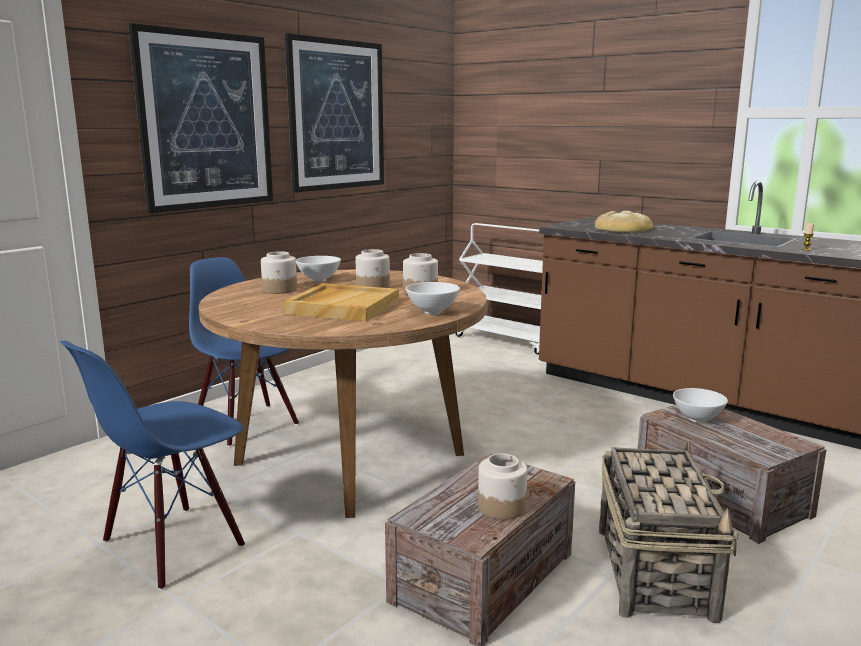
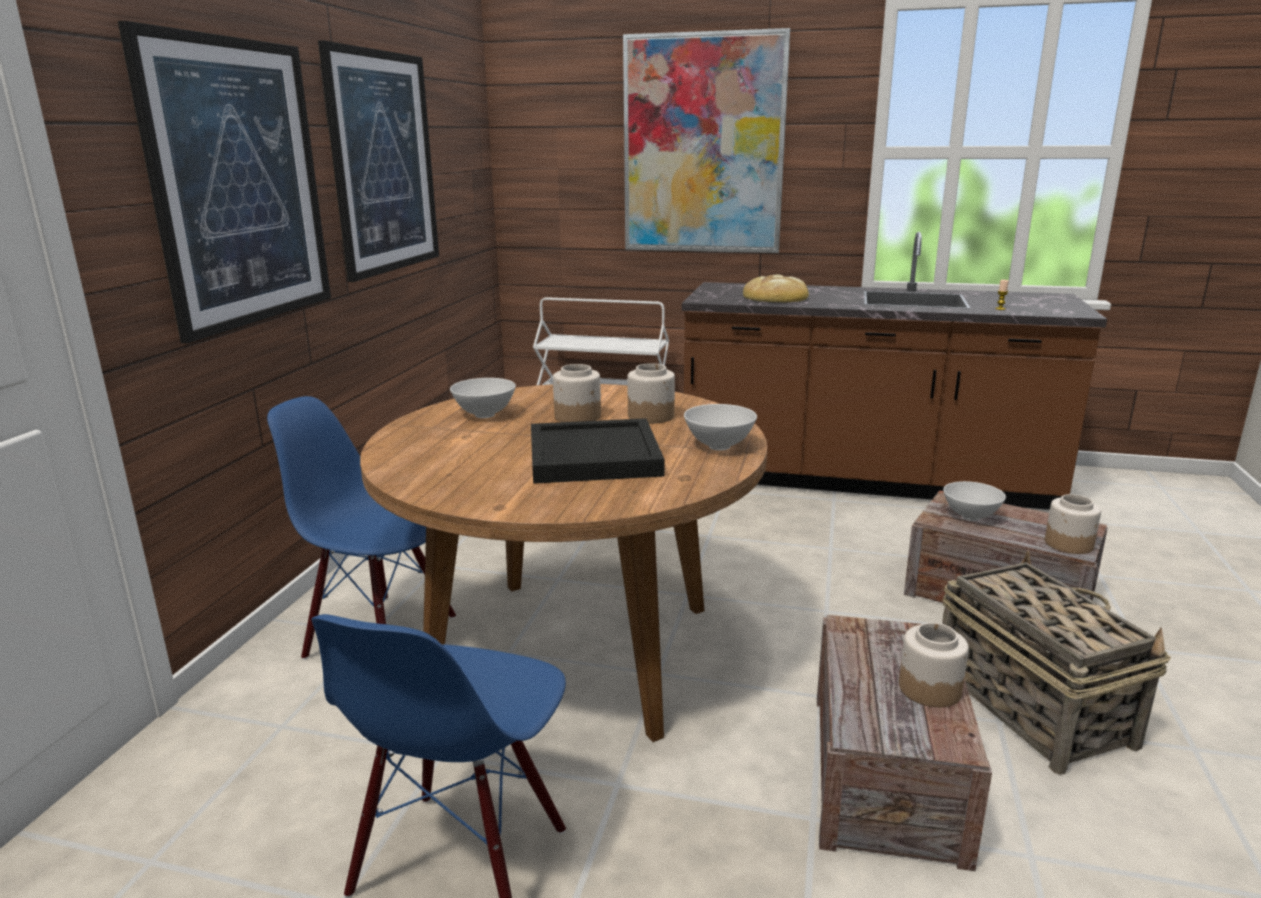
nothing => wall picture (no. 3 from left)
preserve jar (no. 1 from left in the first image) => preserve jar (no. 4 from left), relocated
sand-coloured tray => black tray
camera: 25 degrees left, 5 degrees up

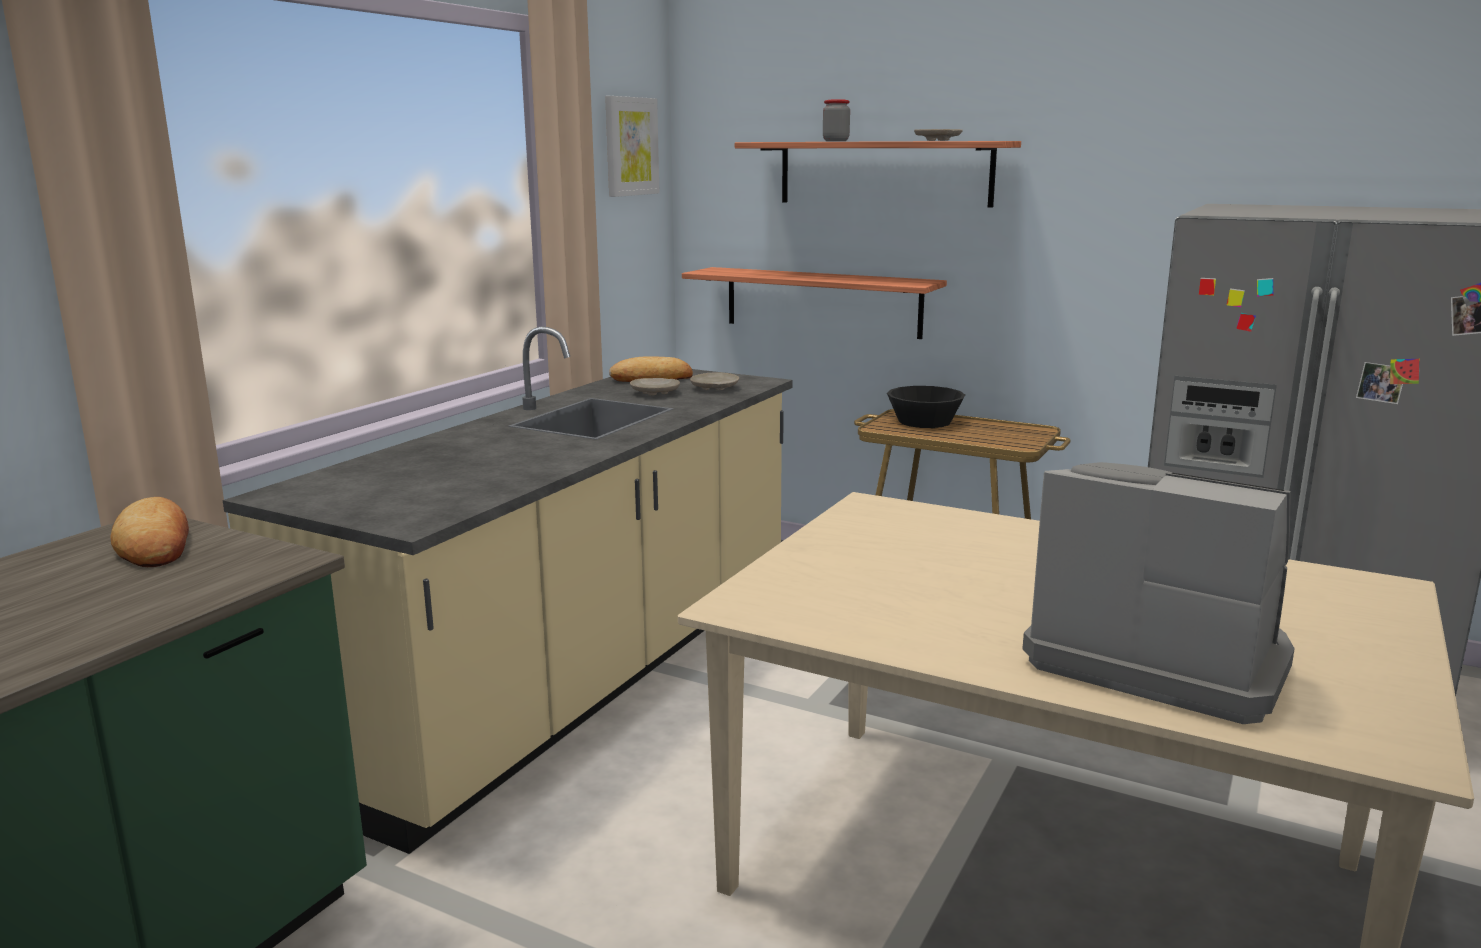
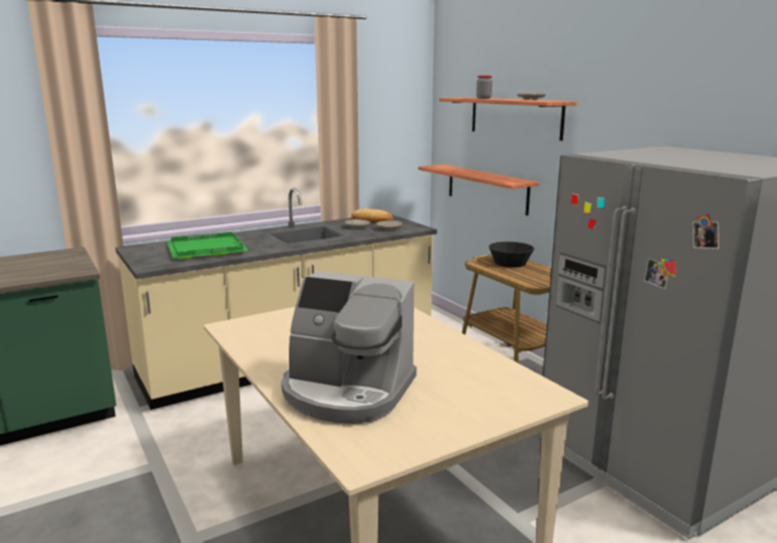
bread (no. 1 from left) => nothing
wall picture => nothing
nothing => greenish tray
coffee machine, 135 degrees clockwise
camera: 30 degrees right, 0 degrees up

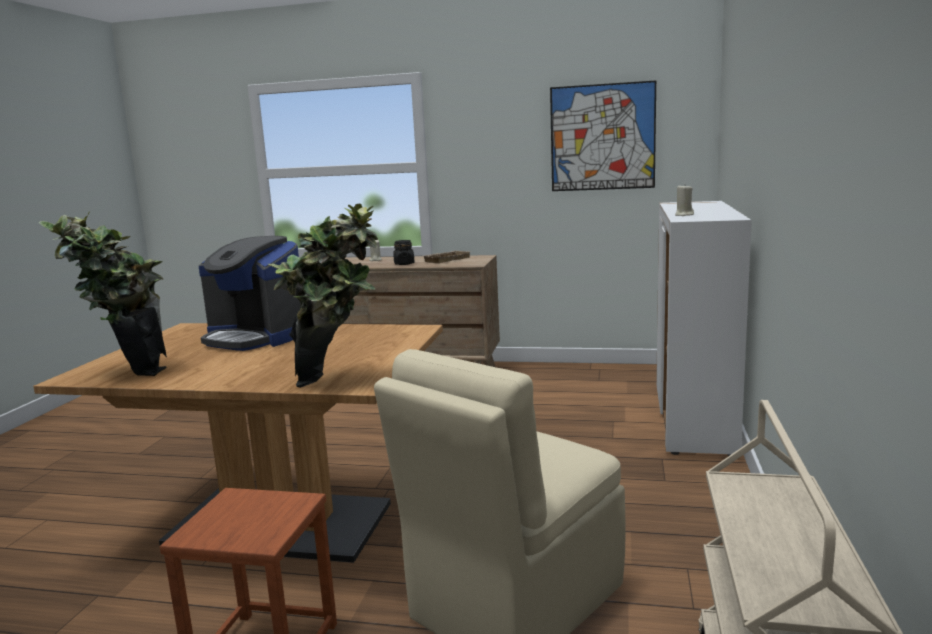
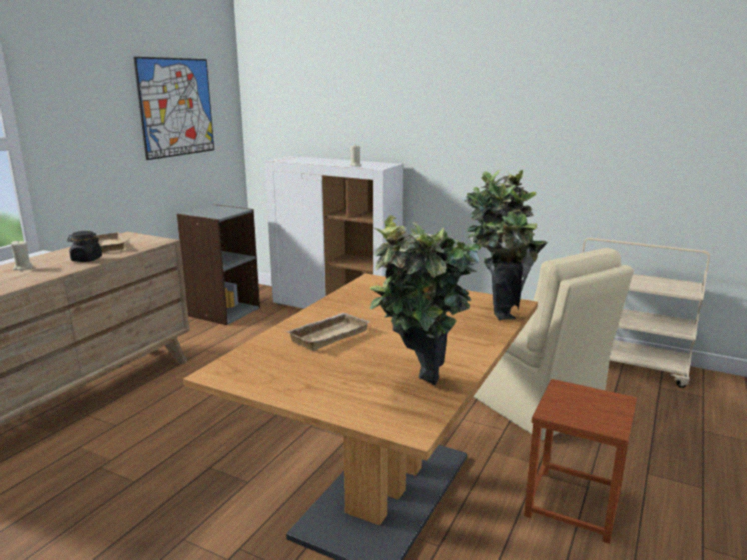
nothing => grey bookcase
coffee machine => sand-coloured tray (no. 2 from left)
camera: 75 degrees left, 5 degrees up

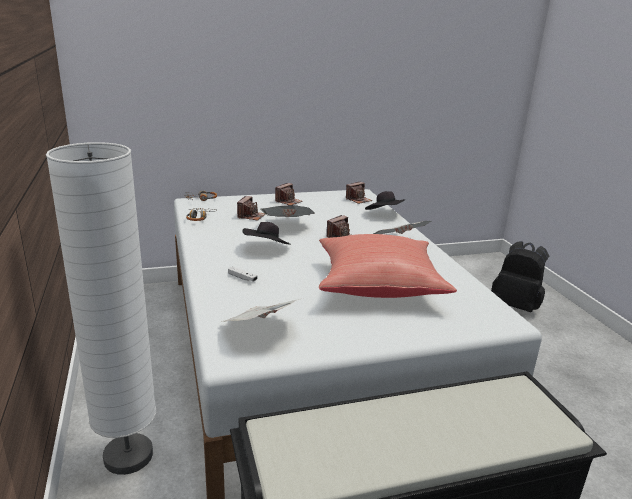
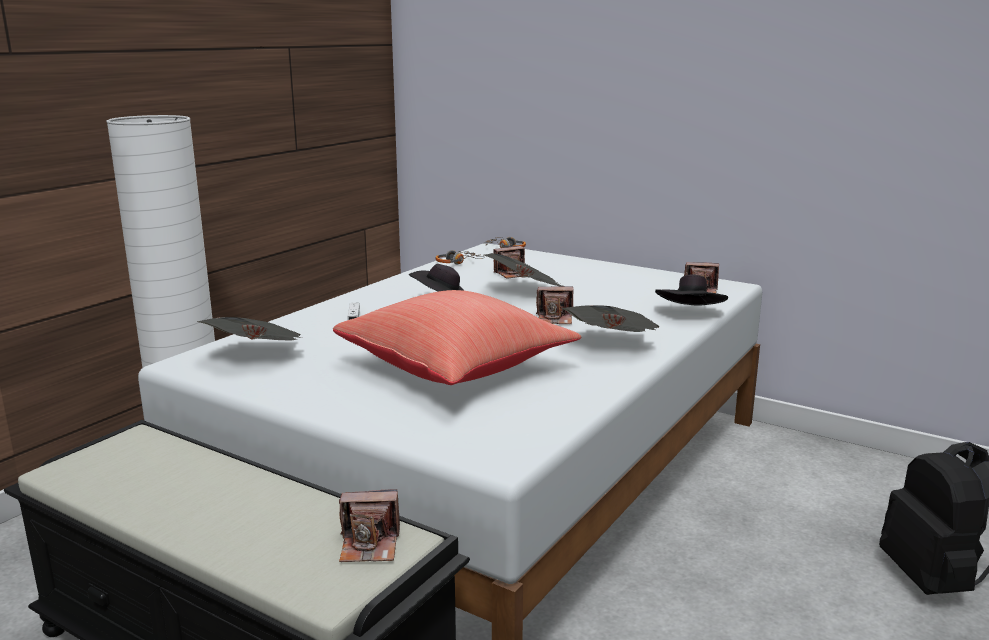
still camera (no. 2 from left in the first image) => still camera (no. 1 from left), relocated
camera: 50 degrees right, 5 degrees down

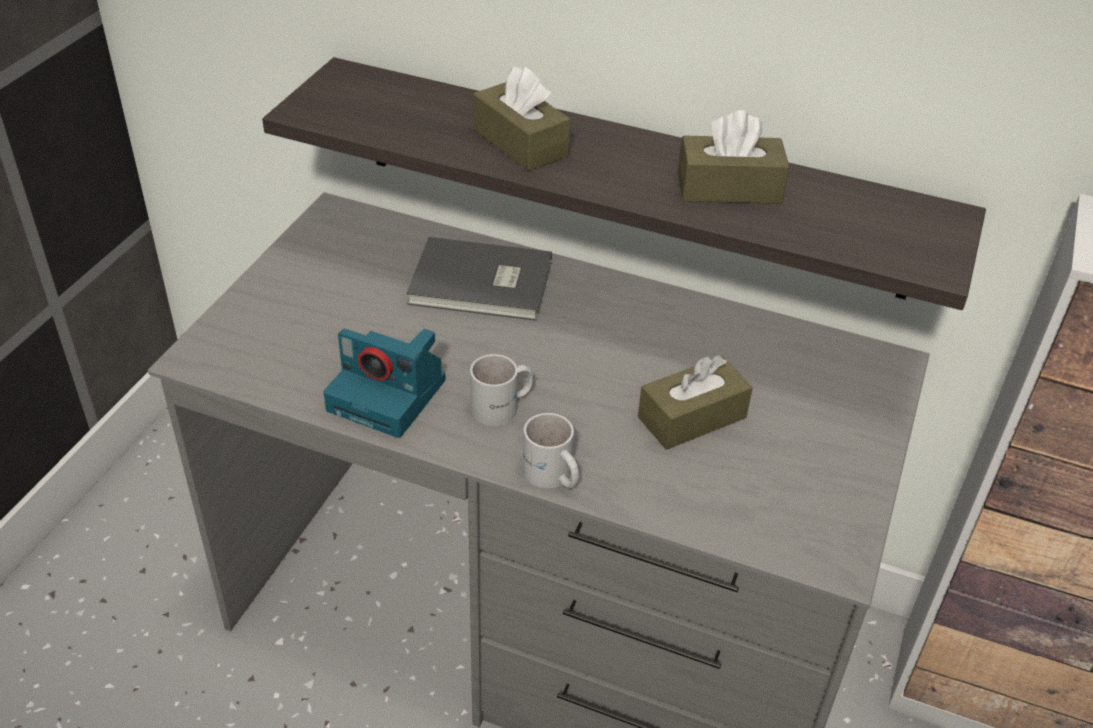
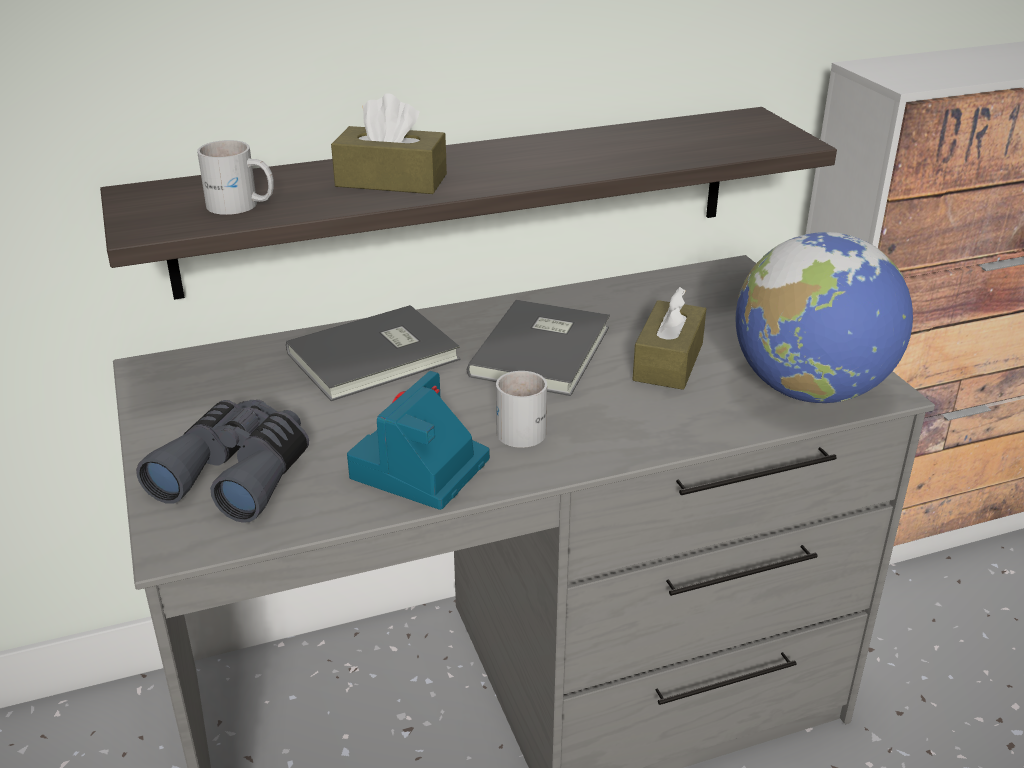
brown tissue box (no. 3 from left) => nothing
nothing => grey field glasses
nothing => grey volume (no. 2 from left)
nothing => world globe
whitish mug (no. 2 from left in the first image) => whitish mug (no. 1 from left), relocated
still camera, 135 degrees clockwise
camera: 40 degrees left, 10 degrees down

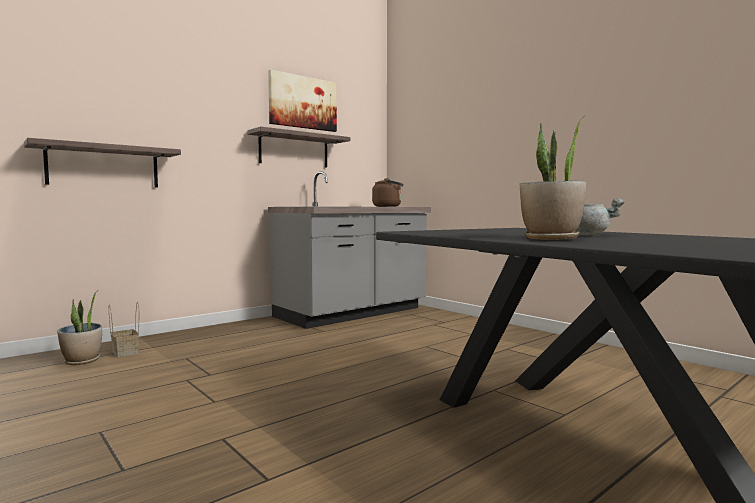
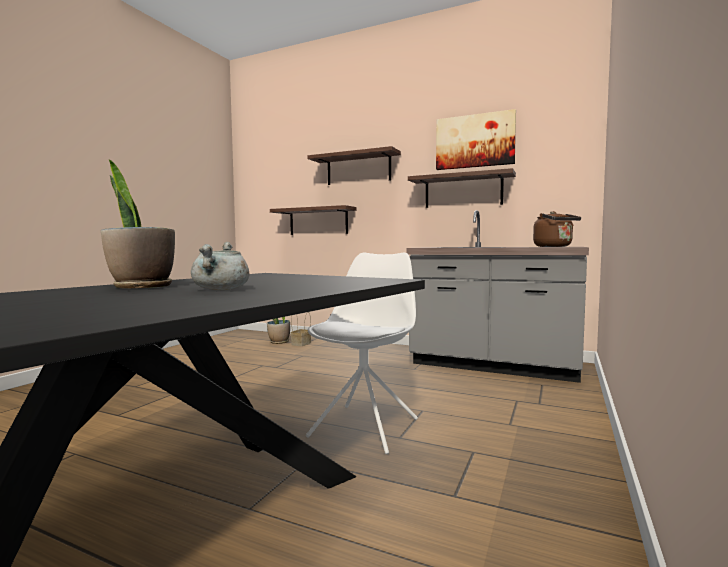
nothing => whitish plain chair
nothing => shelf (no. 2 from left)
camera: 65 degrees right, 0 degrees up

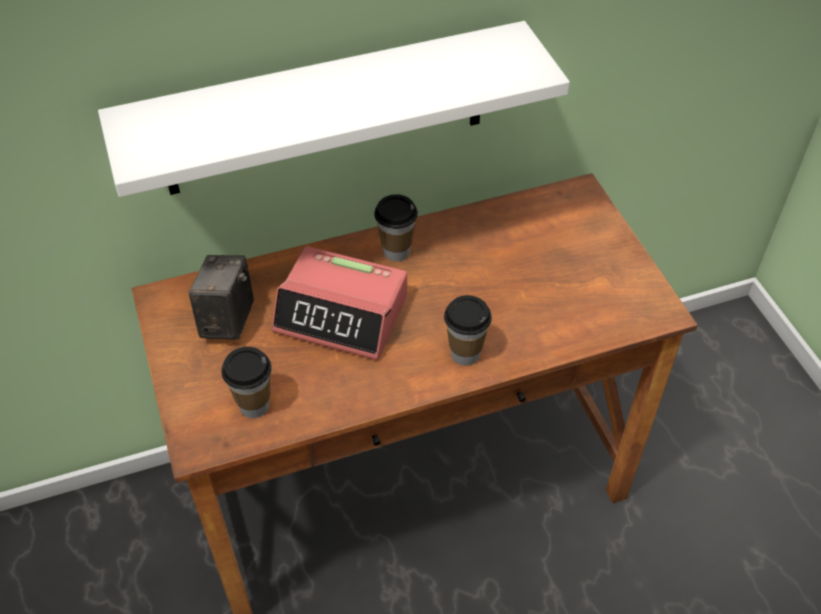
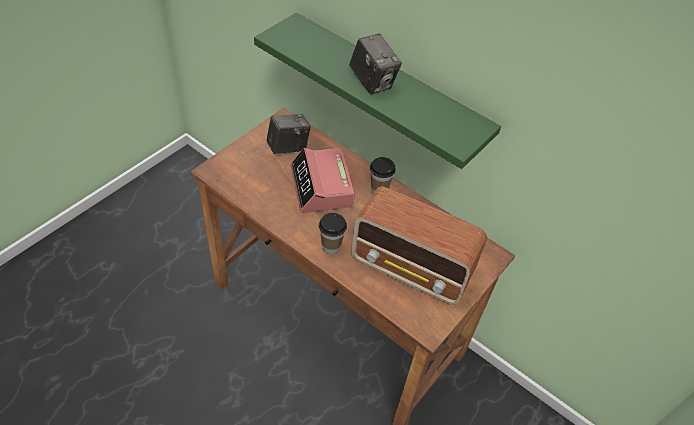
drinking cup (no. 1 from left) => nothing
nothing => still camera (no. 2 from left)
nothing => radio
whitish shelf => greenish shelf
camera: 55 degrees right, 0 degrees up

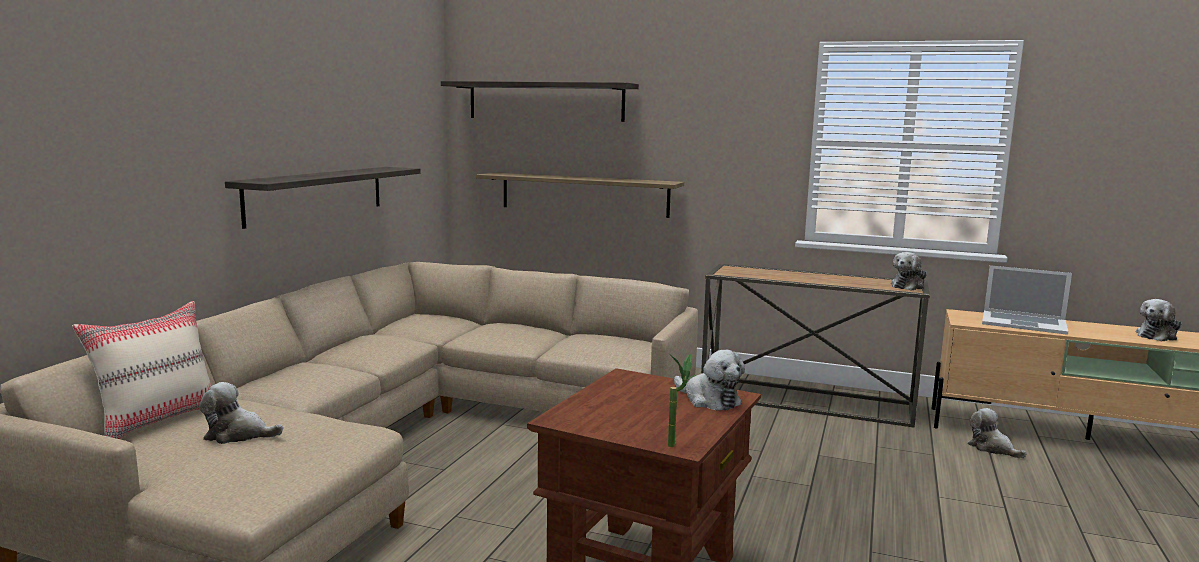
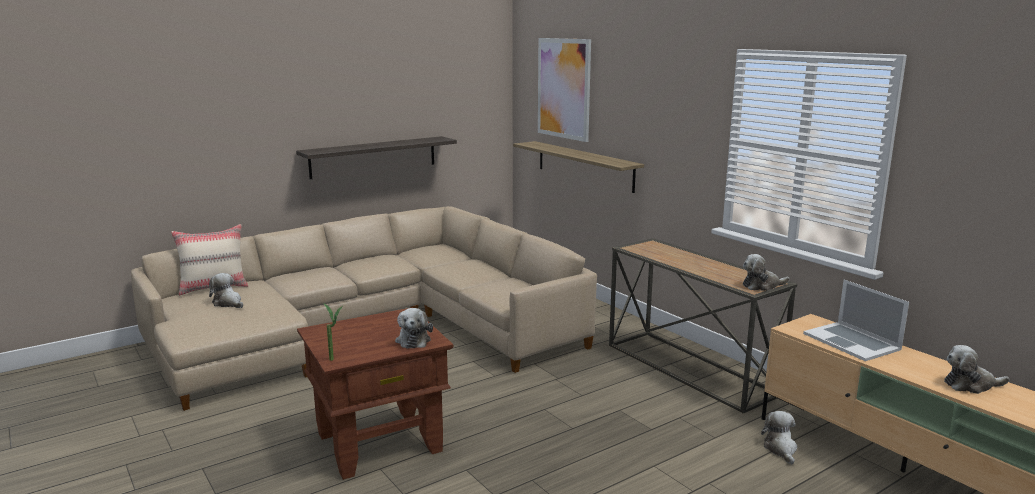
shelf (no. 2 from left) => wall picture
camera: 35 degrees right, 5 degrees up

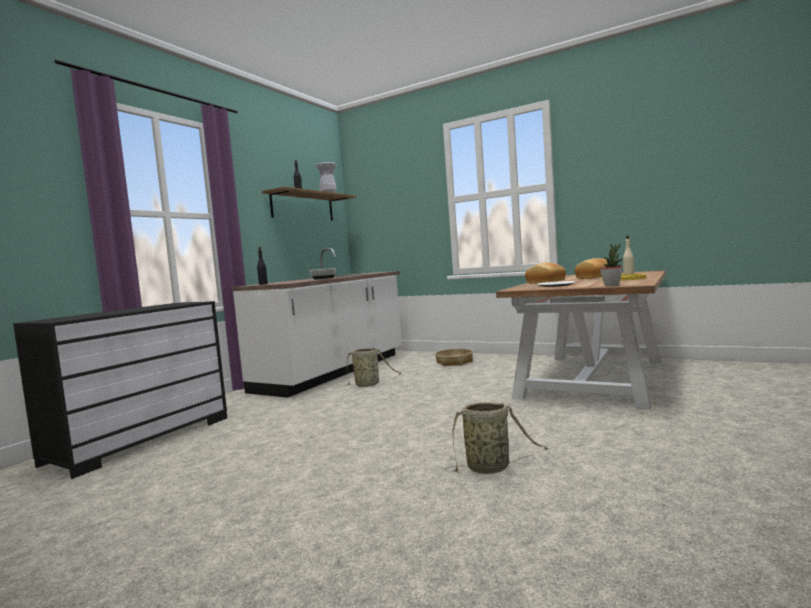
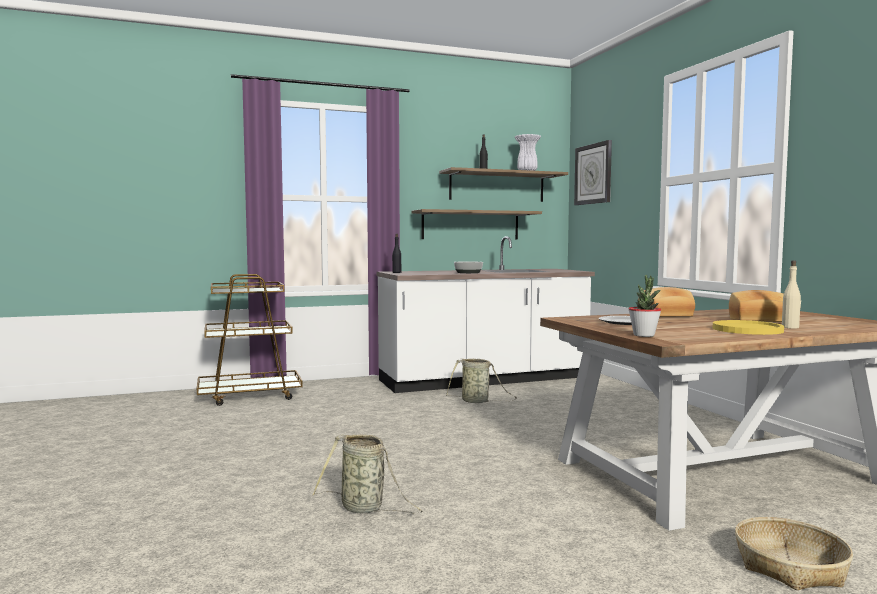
nothing => shelf (no. 1 from left)
nothing => wall clock
household basket (no. 2 from left in the first image) => household basket (no. 3 from left), relocated
black dresser => brown cart
camera: 40 degrees right, 0 degrees up

